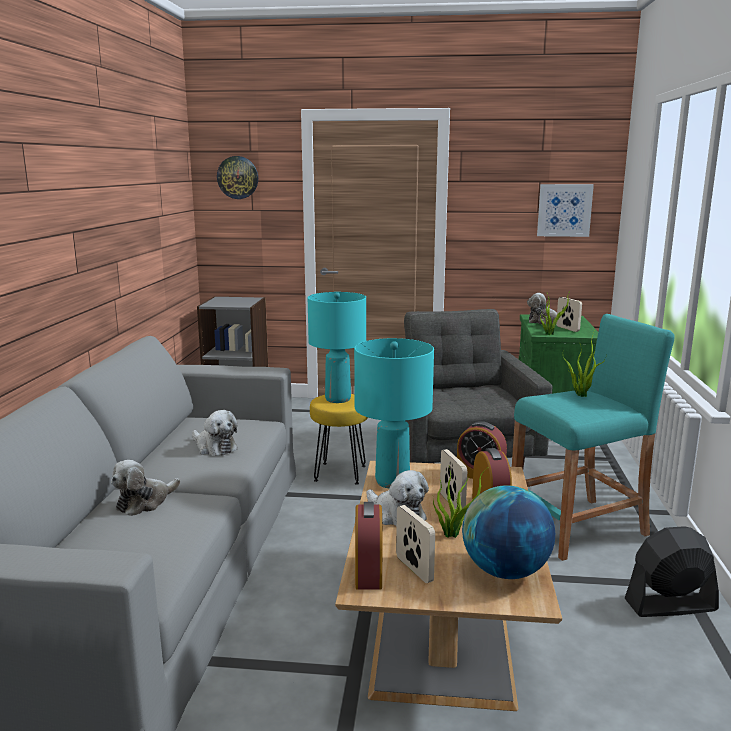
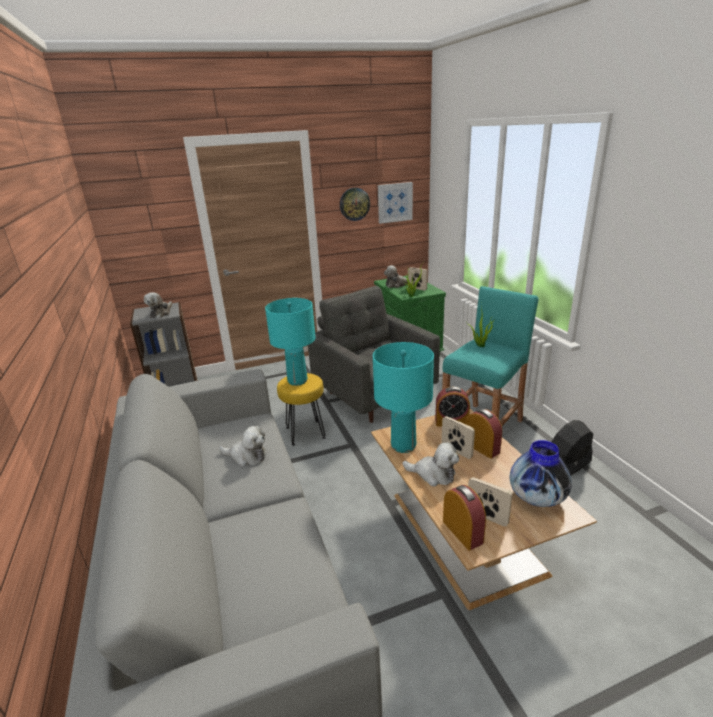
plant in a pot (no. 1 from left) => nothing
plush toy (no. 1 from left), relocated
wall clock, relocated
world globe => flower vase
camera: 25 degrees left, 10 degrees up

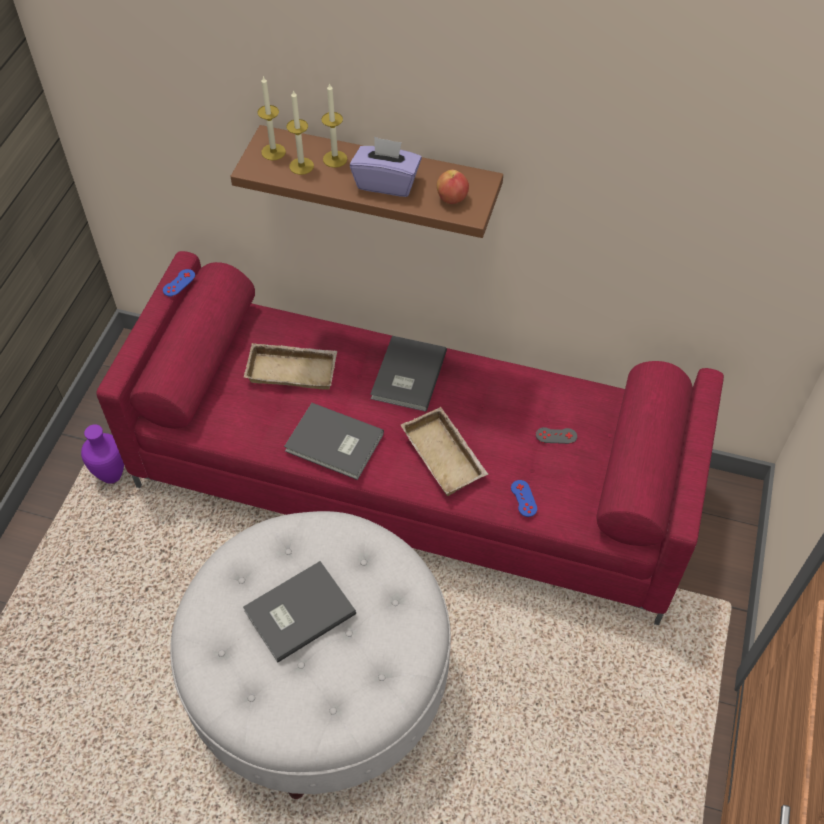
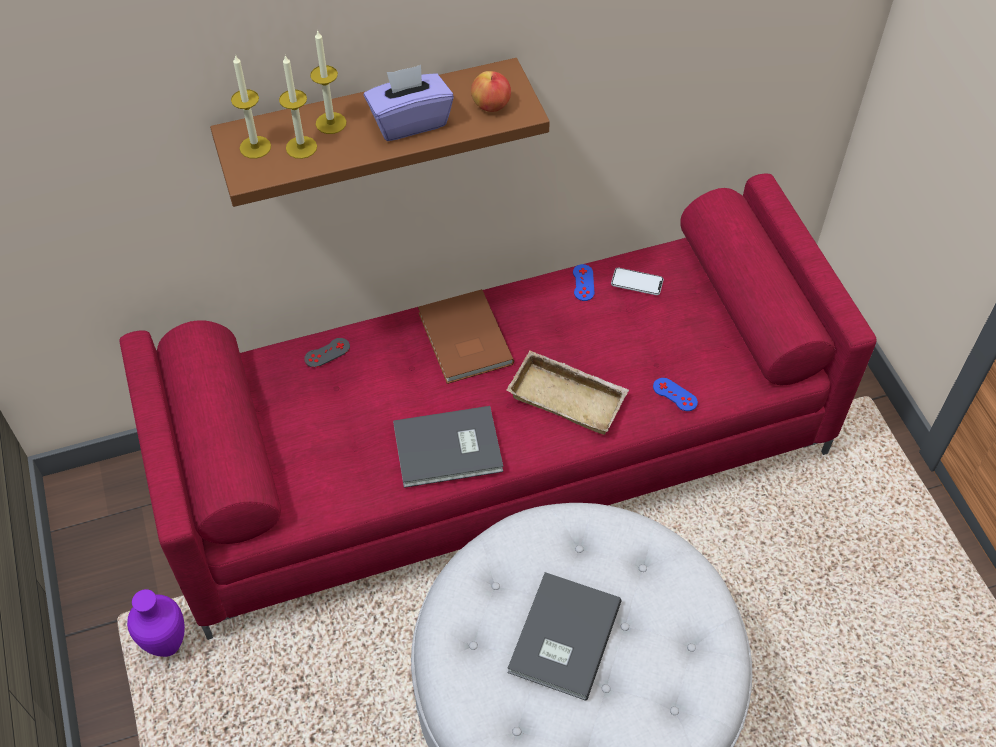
sand-coloured tray (no. 1 from left) => nothing
nothing => handset
blue-coloured gamepad (no. 1 from left), relocated
grey gamepad, relocated
grey volume (no. 3 from left) => brown volume
camera: 35 degrees left, 0 degrees up

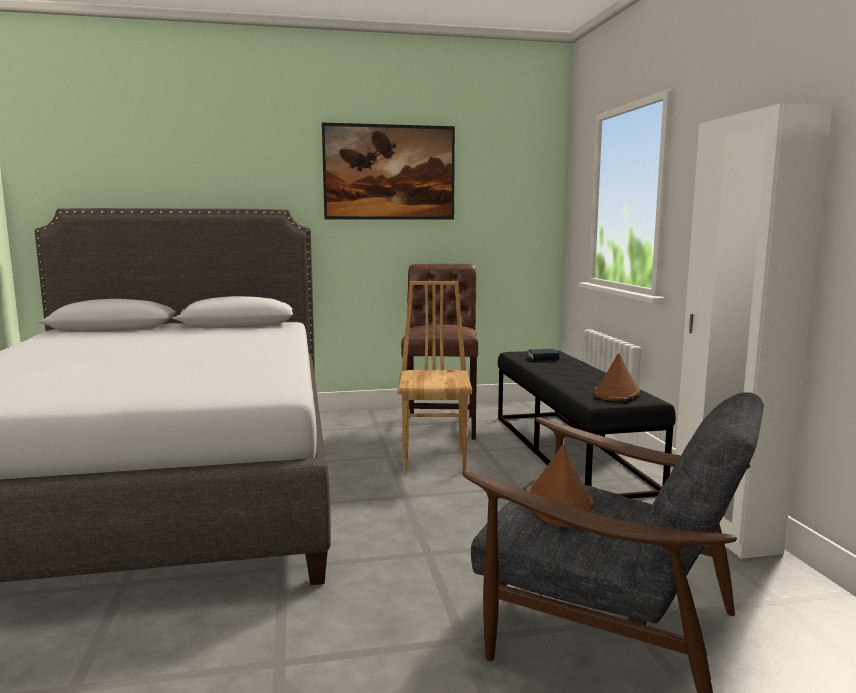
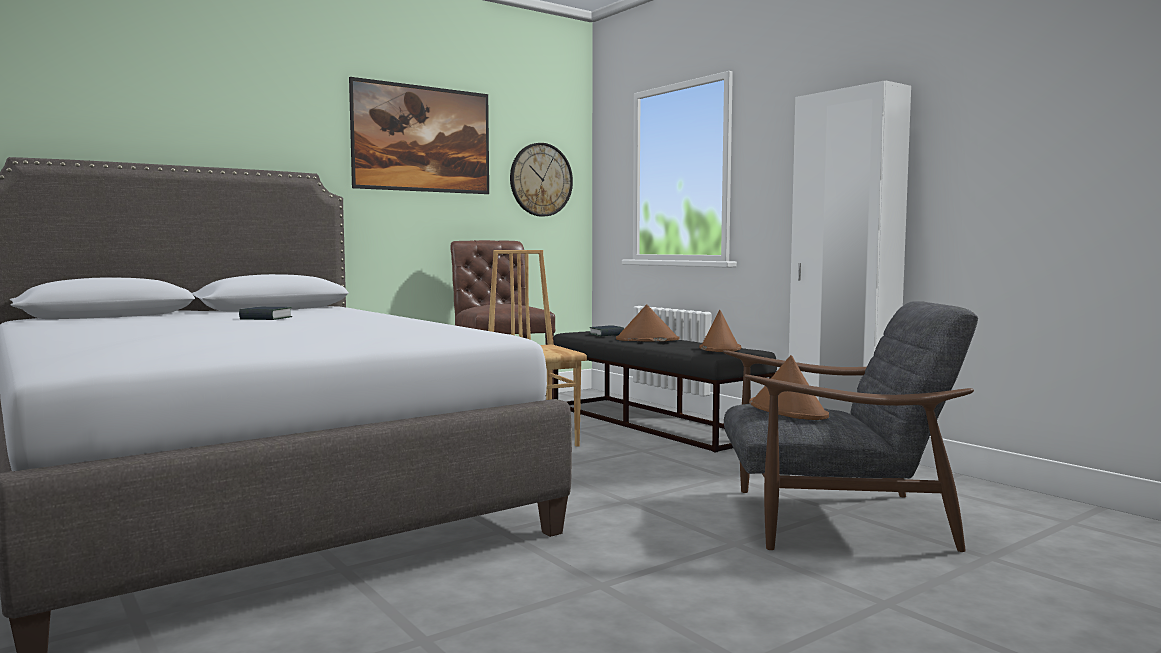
nothing => volume (no. 1 from left)
nothing => wall clock
nothing => brown clothing hat (no. 1 from left)
camera: 25 degrees left, 5 degrees down

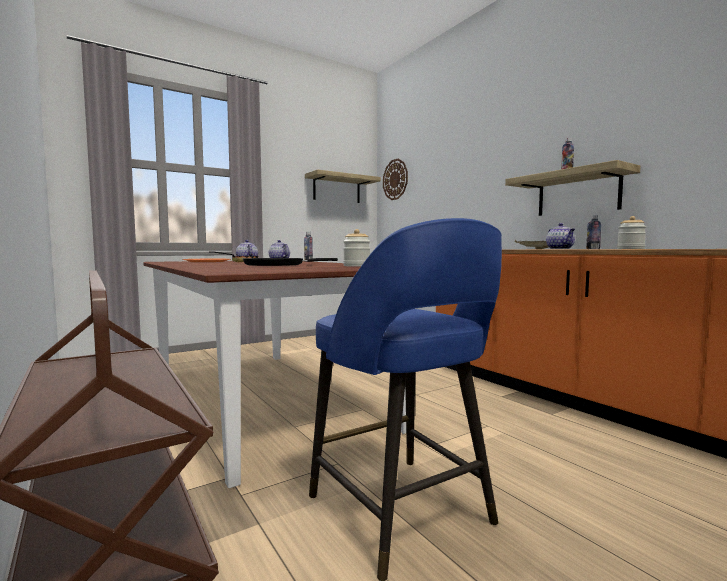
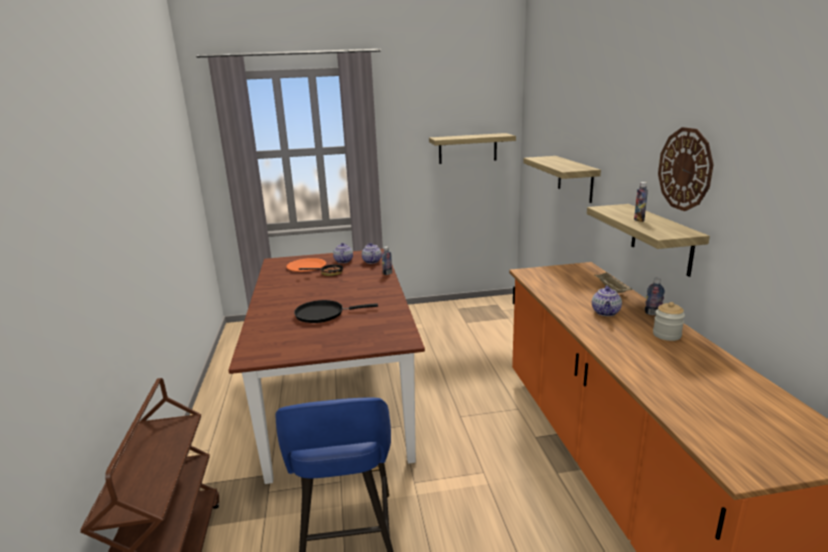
preserve jar (no. 1 from left) => nothing
nothing => shelf (no. 2 from left)
wall clock, relocated
camera: 25 degrees right, 15 degrees up

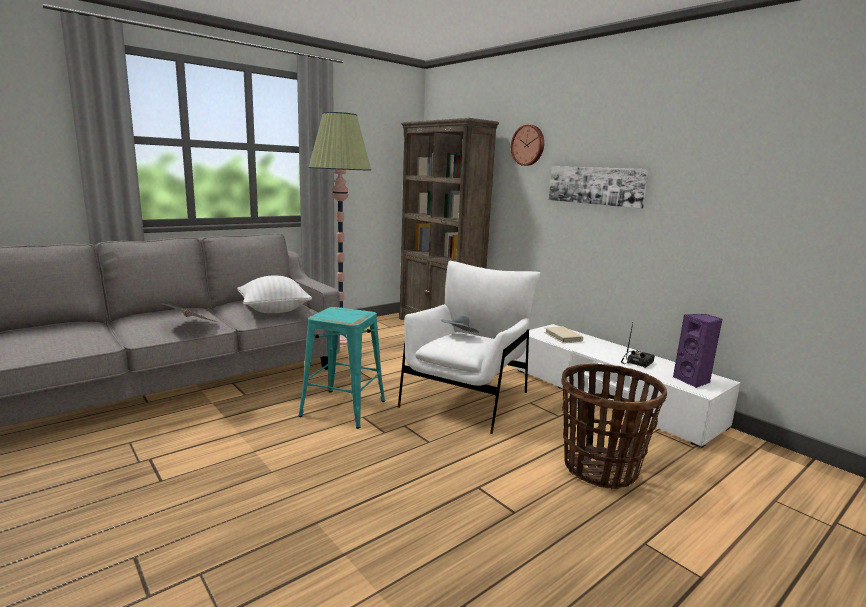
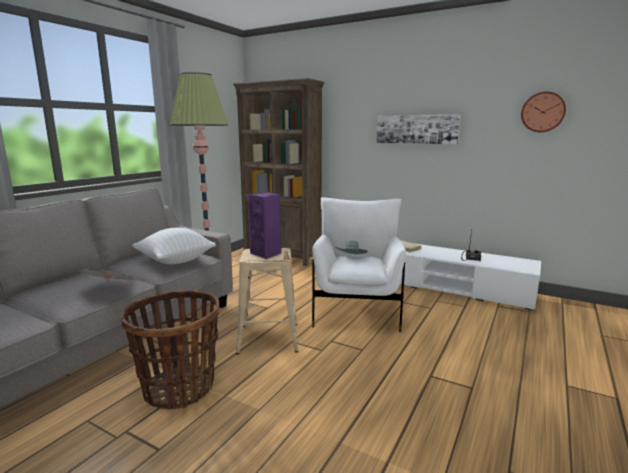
wall clock, relocated
household basket, relocated
purplish loudspeaker, relocated
blue-green stool => sand-coloured stool
camera: 20 degrees left, 0 degrees up

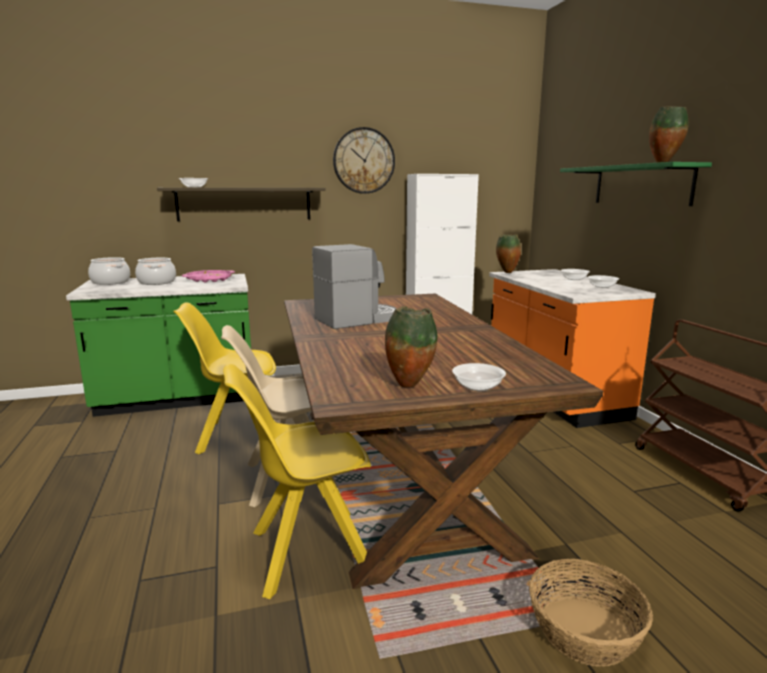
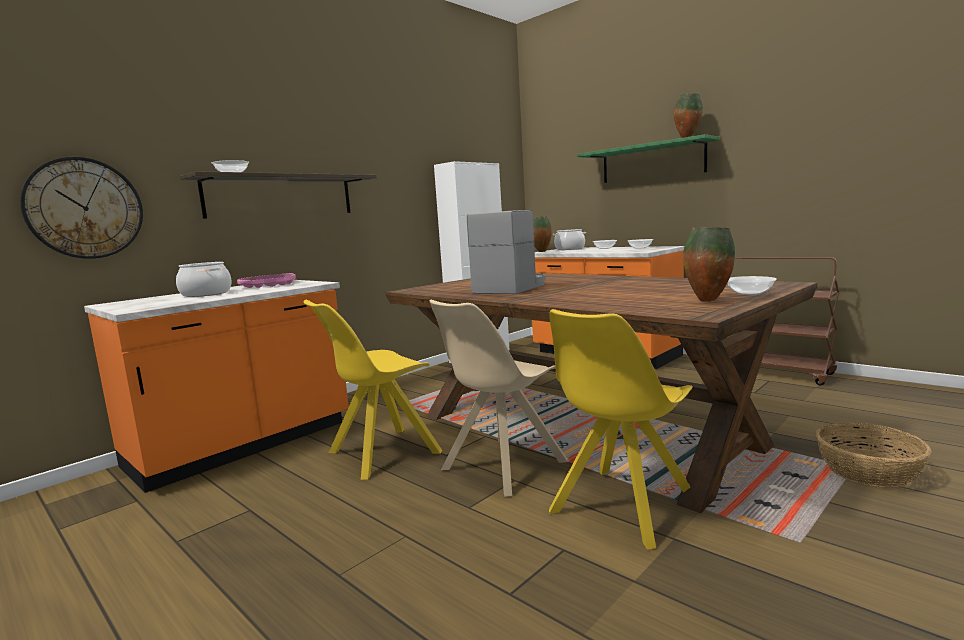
saucepot (no. 1 from left in the first image) => saucepot (no. 2 from left), relocated
wall clock, relocated
greenish kitchen counter => orangey kitchen counter (no. 1 from left)
camera: 30 degrees left, 5 degrees down

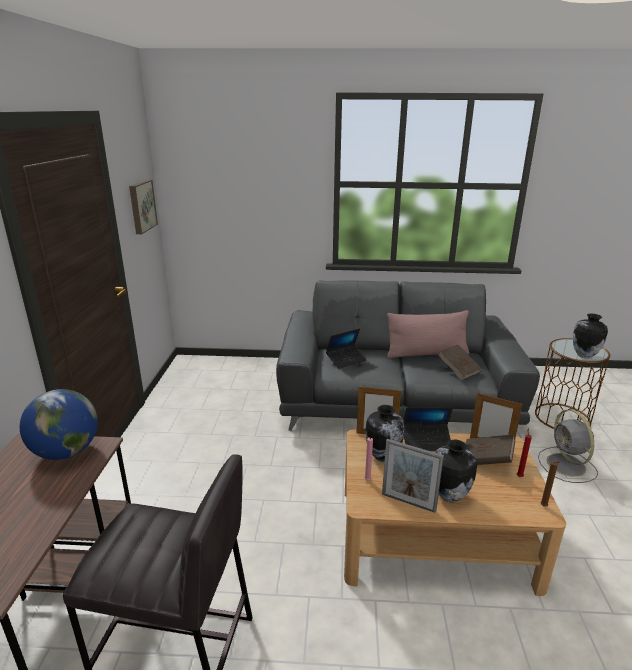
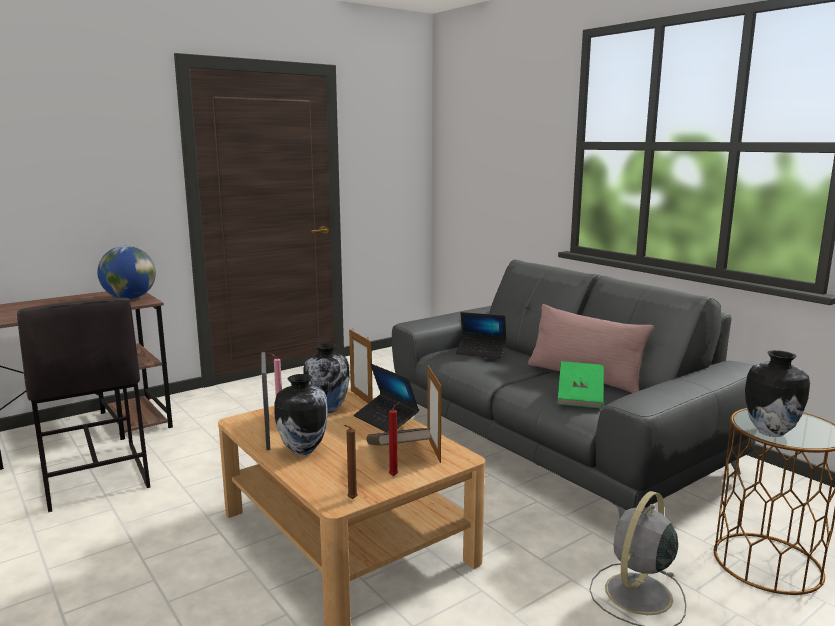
wall picture => nothing
brown volume (no. 1 from left) => greenish volume
camera: 50 degrees right, 10 degrees down

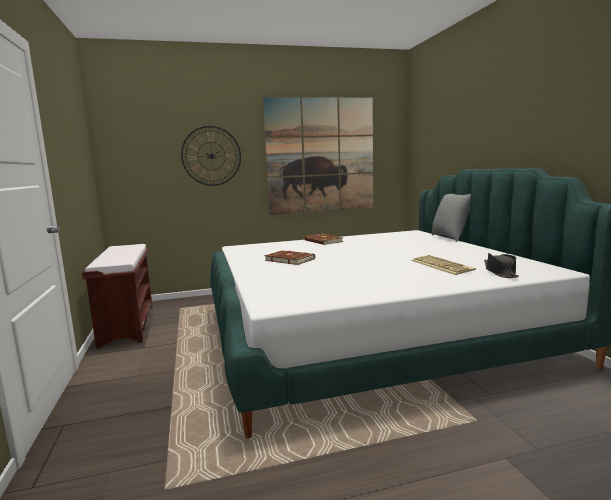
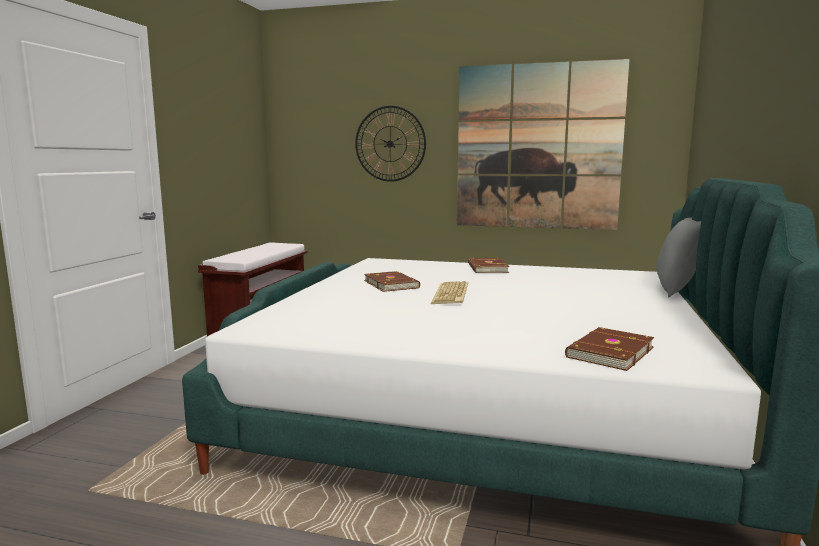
PC keyboard, relocated
black clothing hat => brown volume (no. 3 from left)
camera: 30 degrees right, 0 degrees up

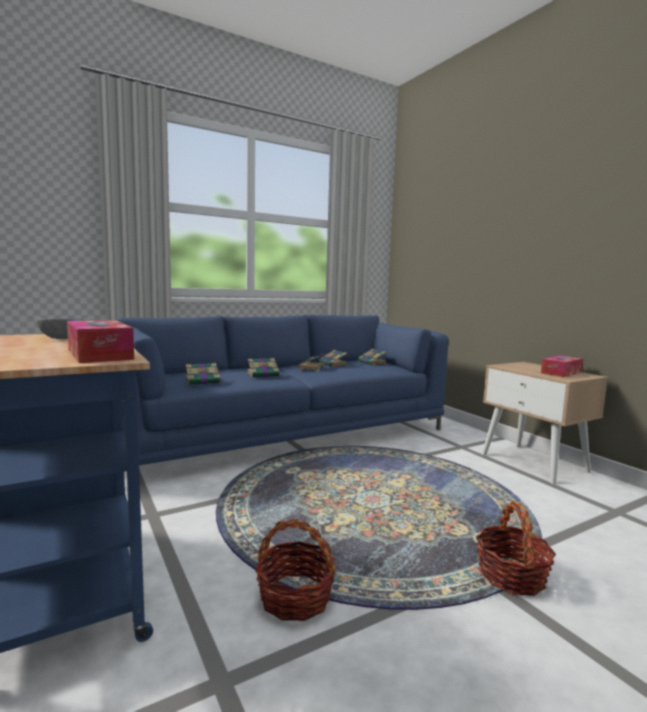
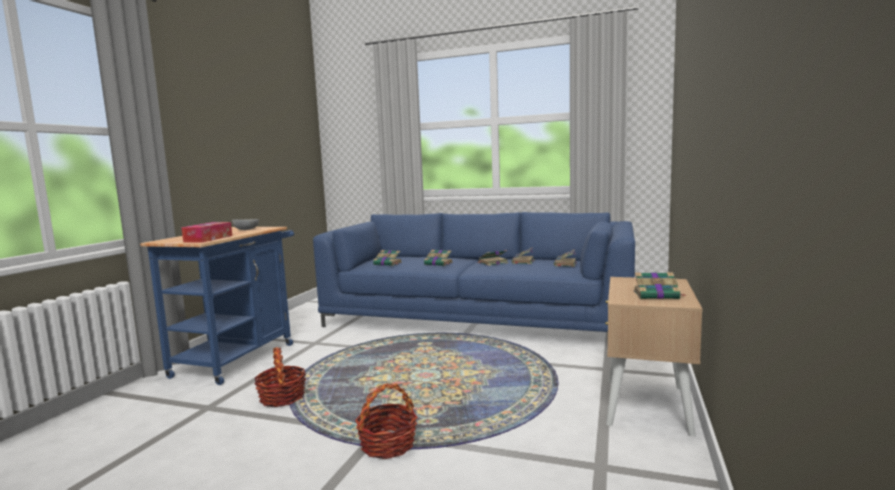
tissue box (no. 2 from left) => volume (no. 6 from left)
camera: 50 degrees right, 0 degrees up

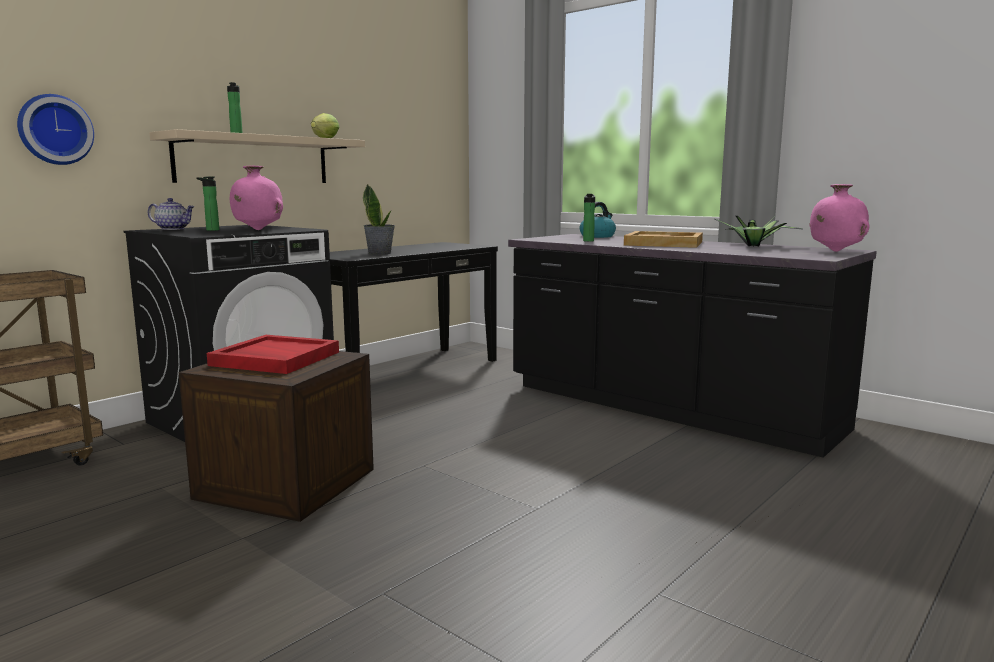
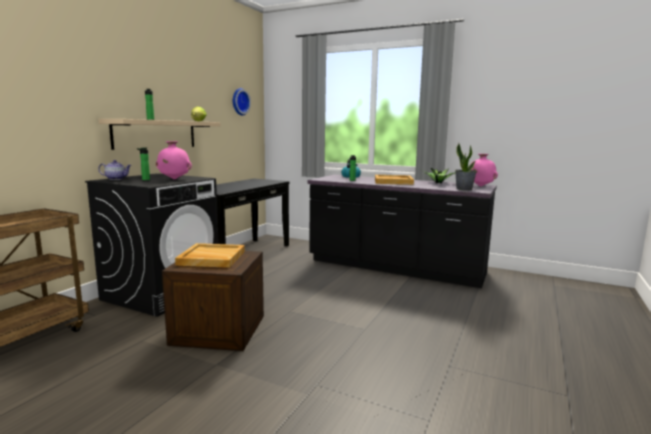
wall clock, relocated
plant in a pot (no. 1 from left in the first image) => plant in a pot (no. 2 from left), relocated
red tray => sand-coloured tray (no. 1 from left)
camera: 15 degrees left, 0 degrees up

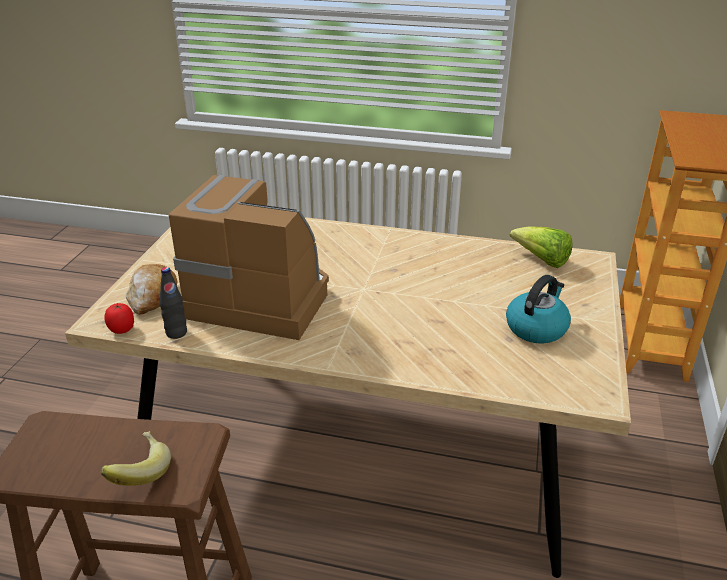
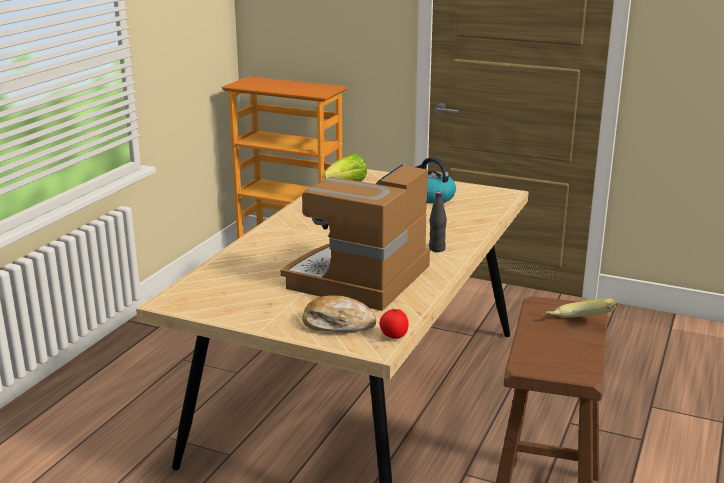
black bottle, relocated
camera: 80 degrees left, 10 degrees down

